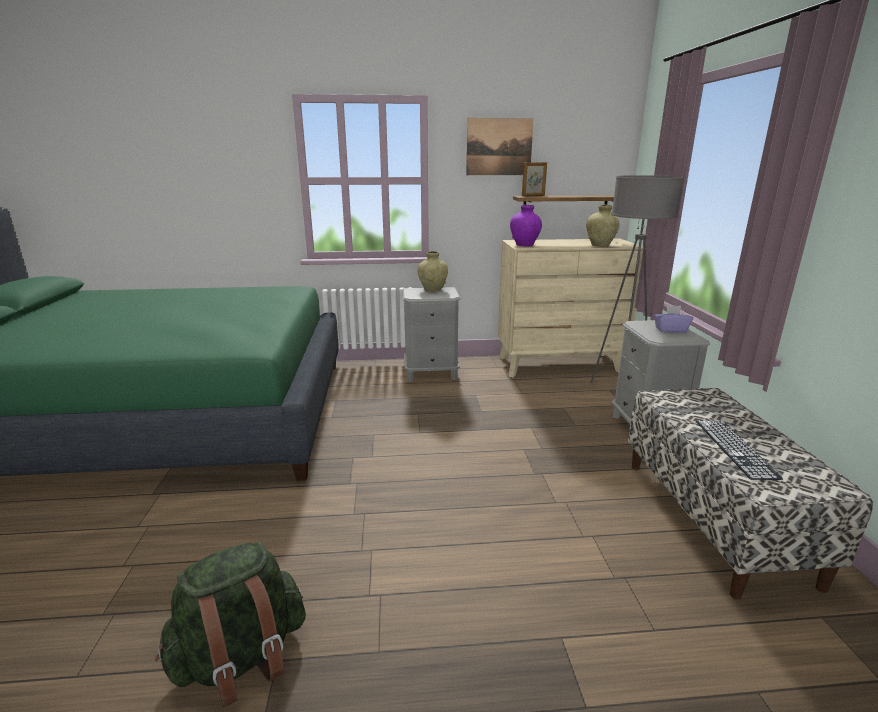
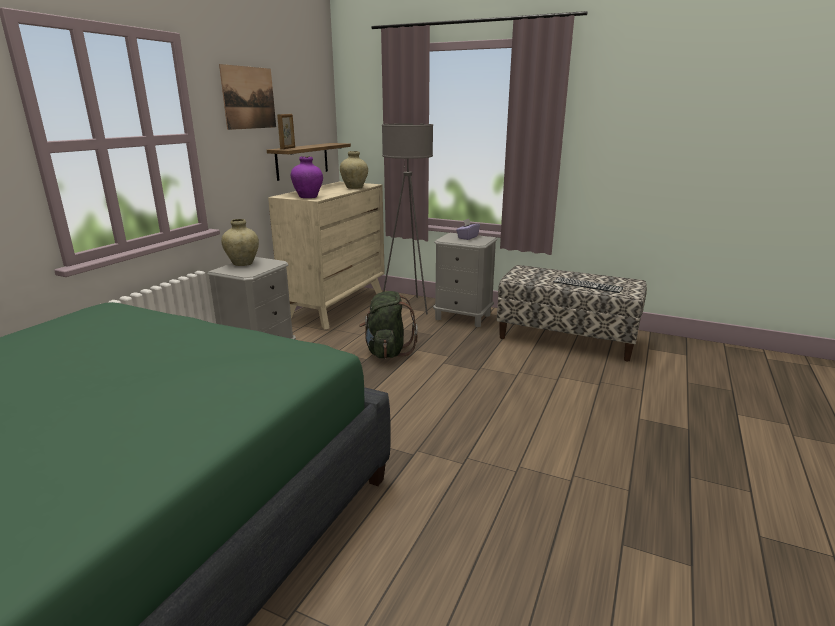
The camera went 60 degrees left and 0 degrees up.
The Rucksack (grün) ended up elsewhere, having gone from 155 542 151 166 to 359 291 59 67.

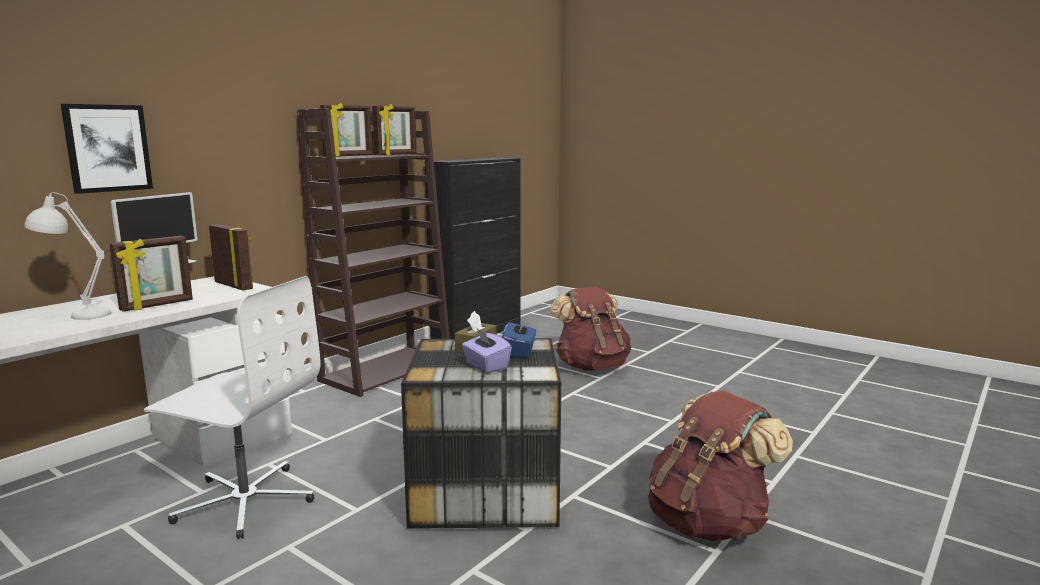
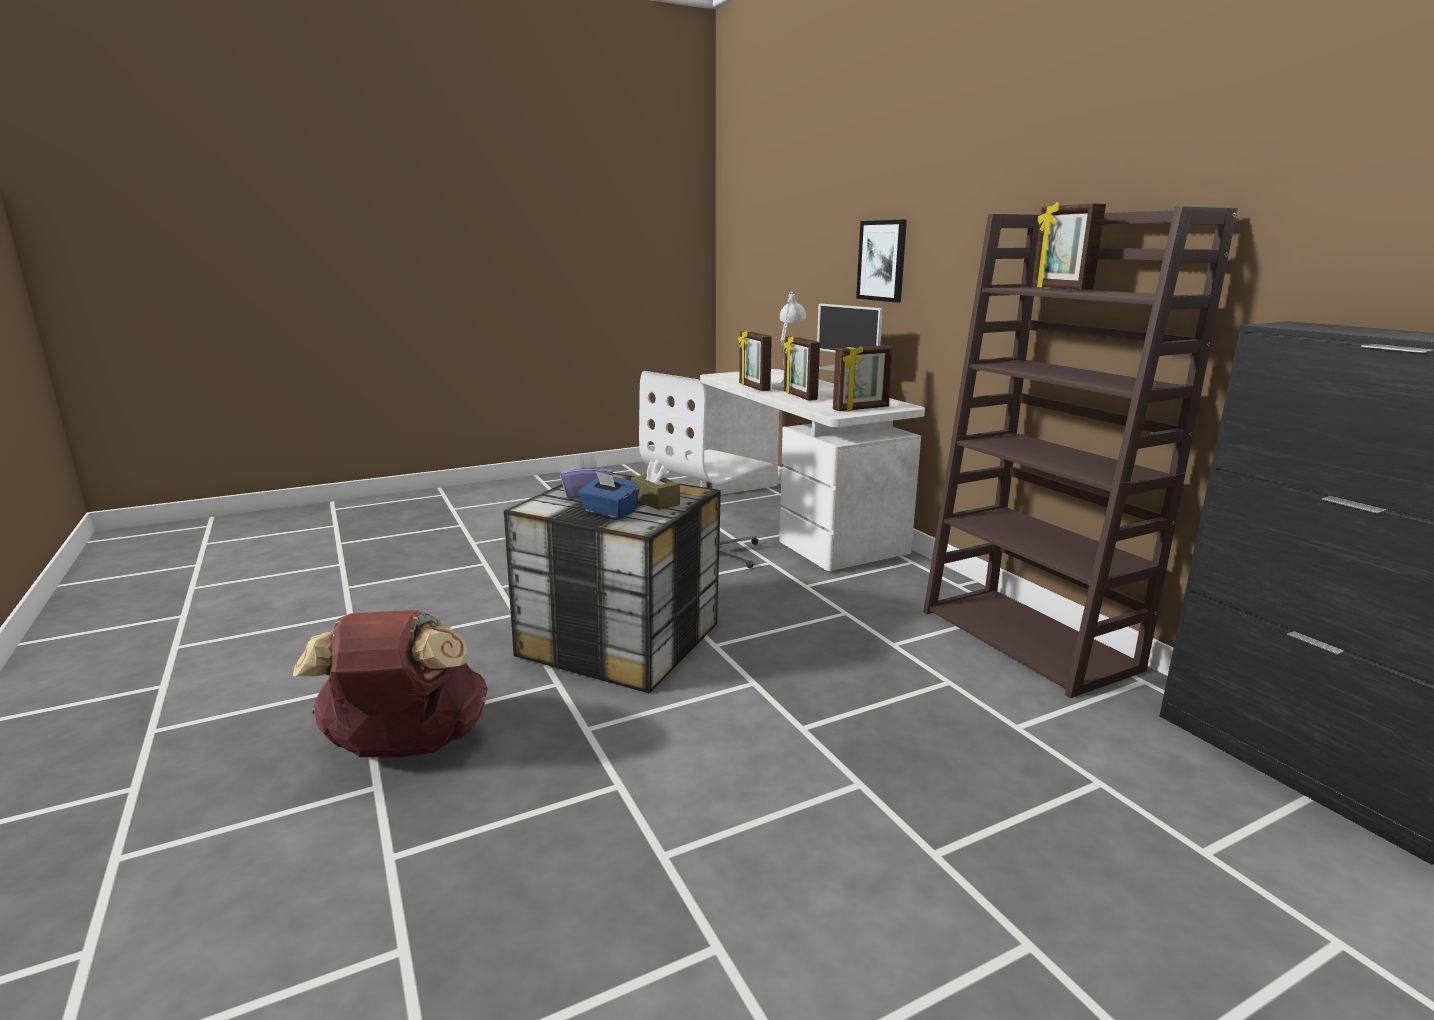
The camera went 115 degrees right and 5 degrees up.
The Bilderrahmen ended up elsewhere, having gone from 372 104 45 52 to 738 331 34 60.
The second view lost the Rucksack (braun) at 550 287 81 84.

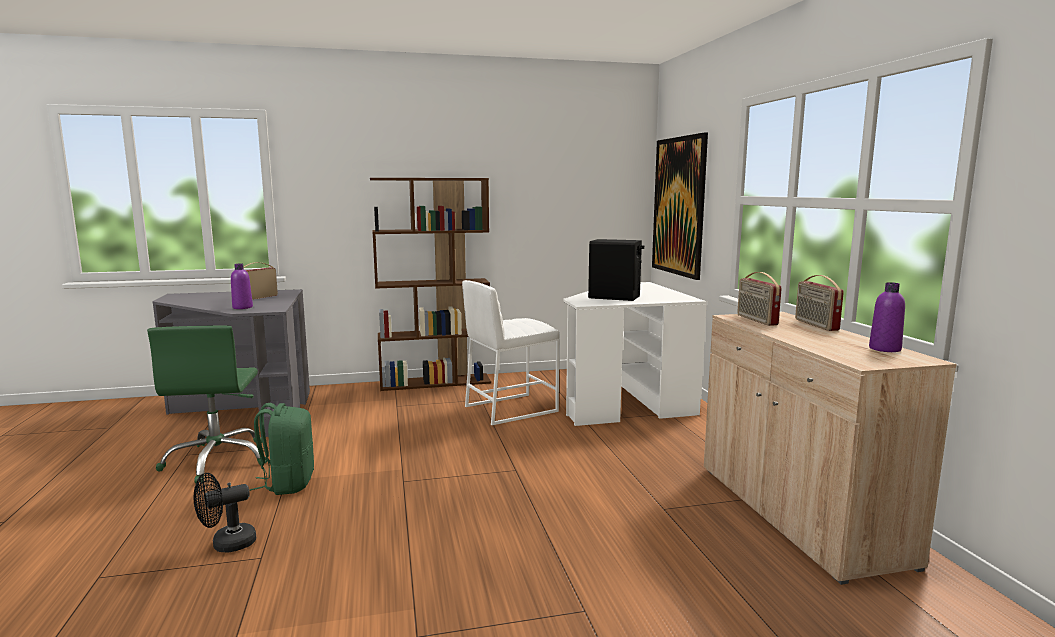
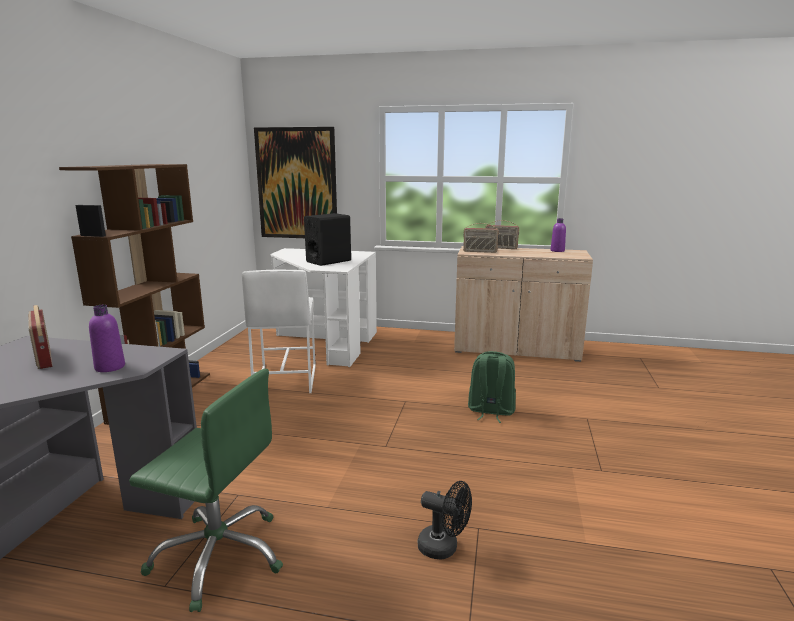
The camera went 65 degrees left and 5 degrees up.
The Ventilator (schwarz) at 193 473 63 79 ended up facing another way, 60 degrees counterclockwise from before.
The Rucksack (grün) ended up elsewhere, having gone from 249 403 65 92 to 468 351 48 72.

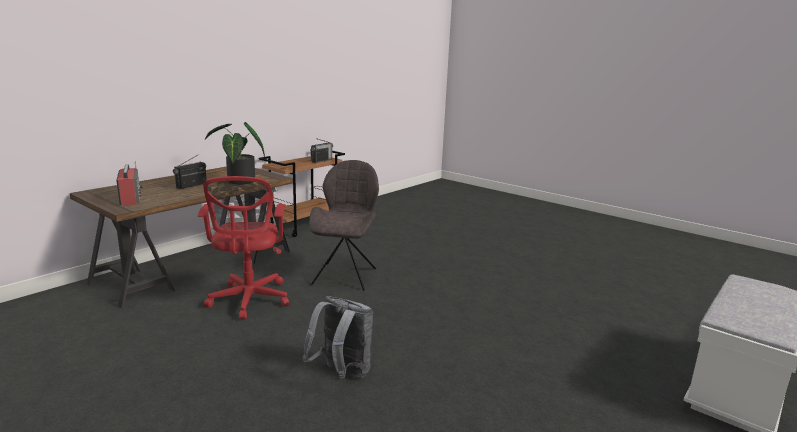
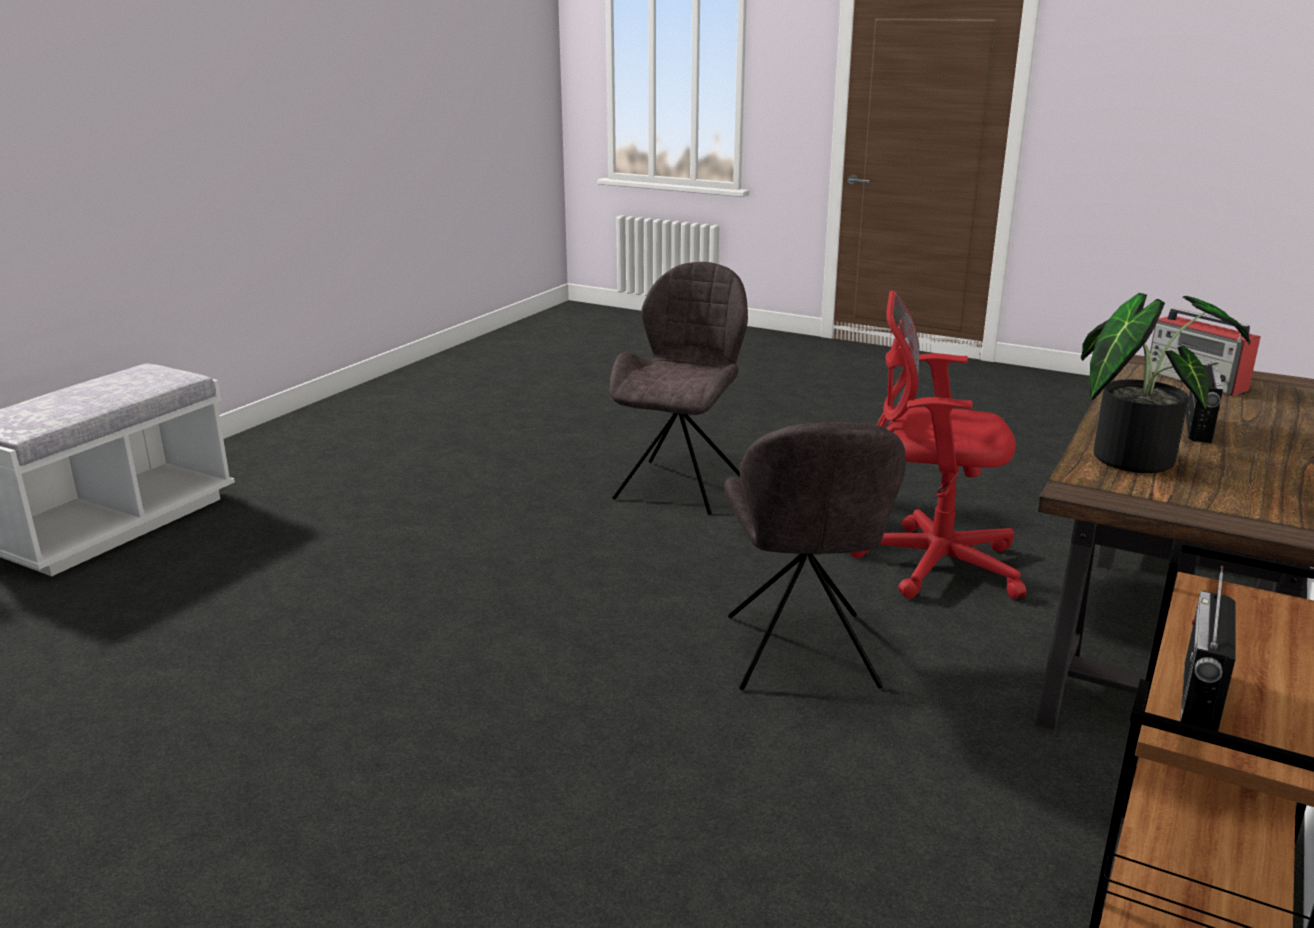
The camera went 170 degrees right and 5 degrees up.
The Bürostuhl (rot) at 198 176 91 144 ended up facing another way, 60 degrees counterclockwise from before.
Where the Rucksack (grau) stood at 302 296 71 83, the Stuhl (grau) came to stand at 609 262 139 253.

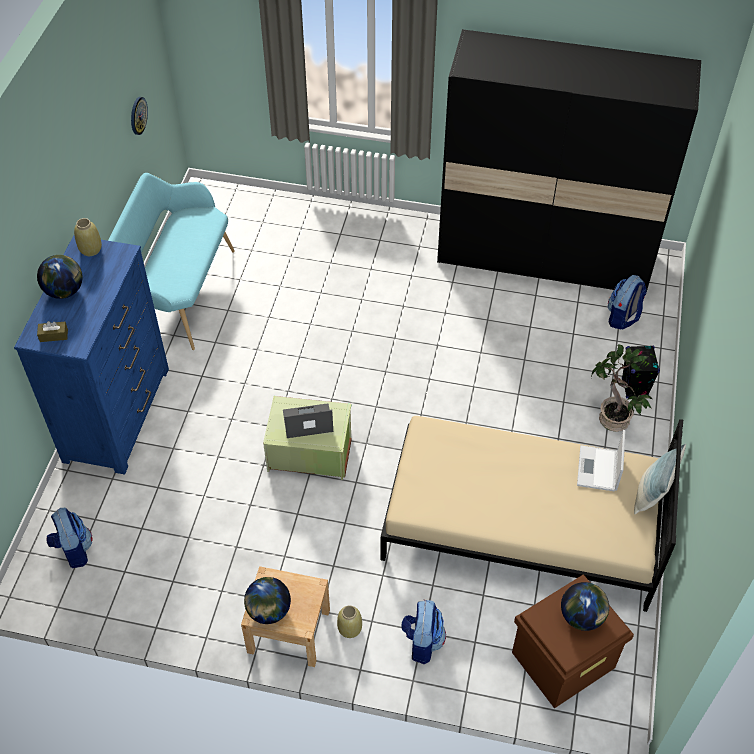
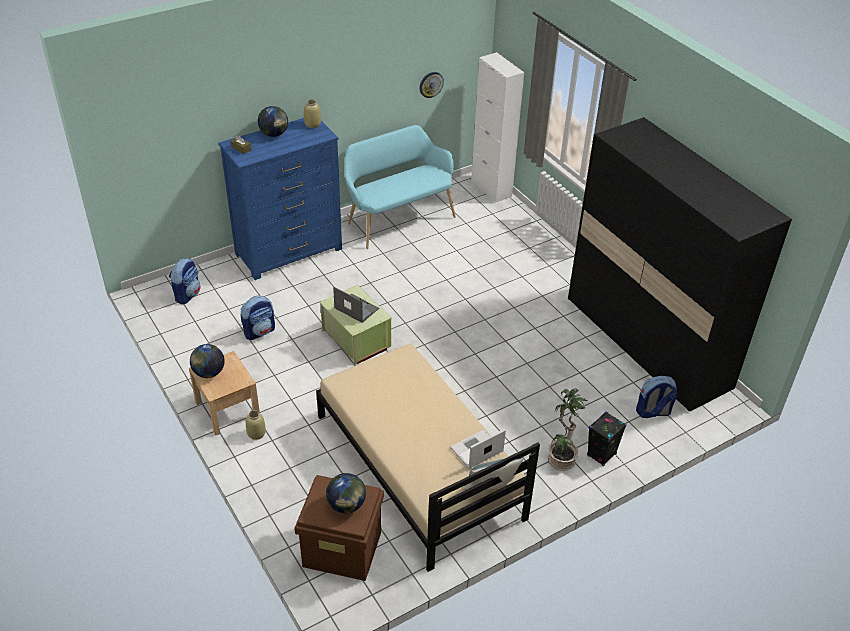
The camera went 45 degrees right and 10 degrees down.
The Rucksack ended up elsewhere, having gone from 401 600 45 64 to 241 296 34 44.
The second view gained the Schrank (weiß) at 471 52 53 150.

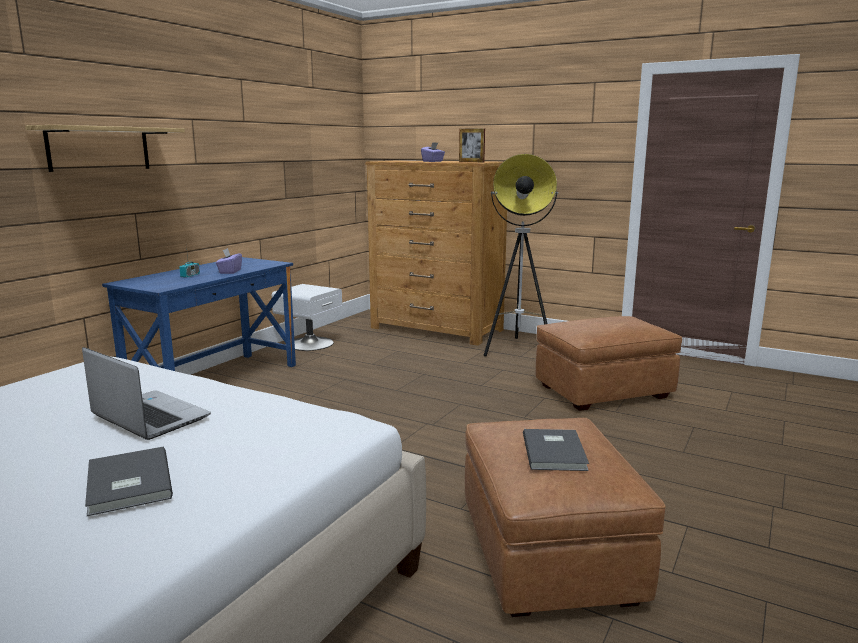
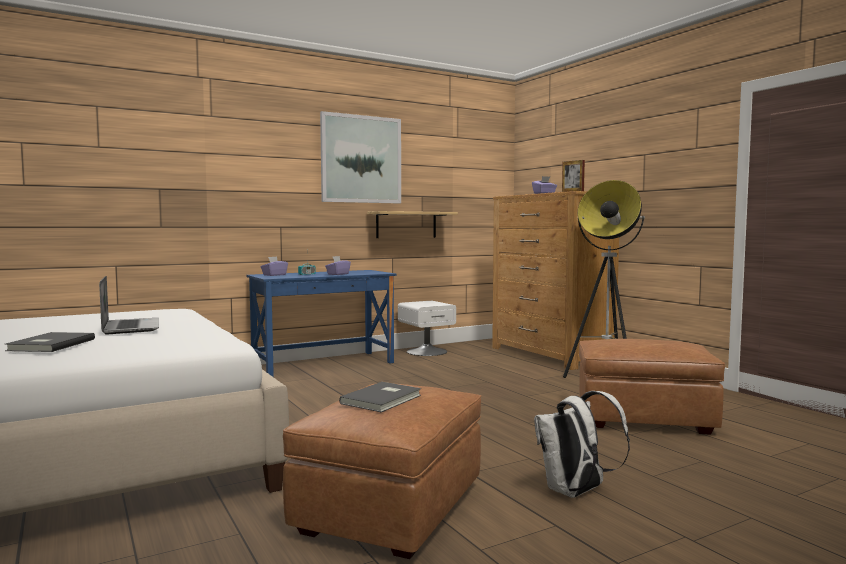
The camera went 30 degrees right and 10 degrees down.
The Wandregal ended up elsewhere, having gone from 25 125 160 47 to 367 211 91 27.
The second view gained the Taschentuchbox (lila) at 261 256 27 20.
The second view gained the Bild at 320 111 81 93.
The second view gained the Rucksack (weiß) at 534 391 96 107.

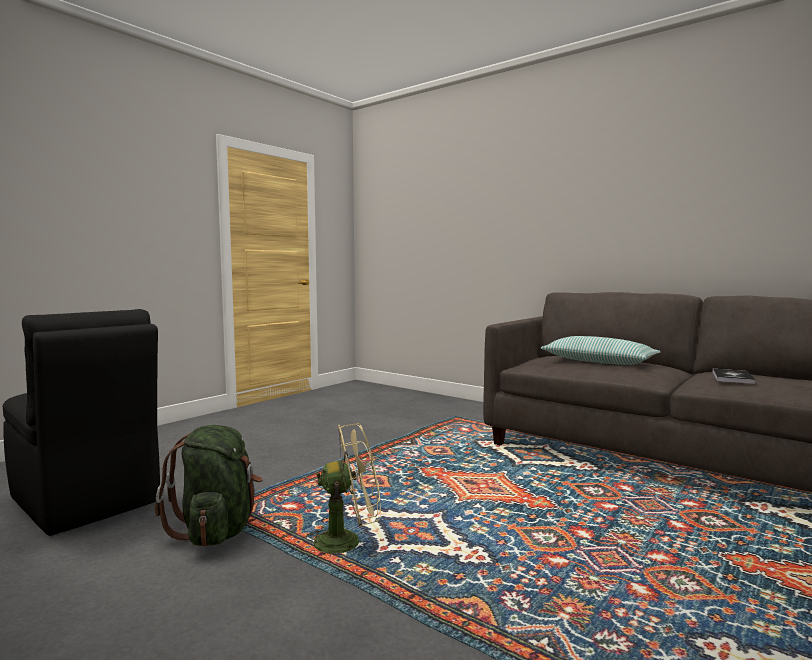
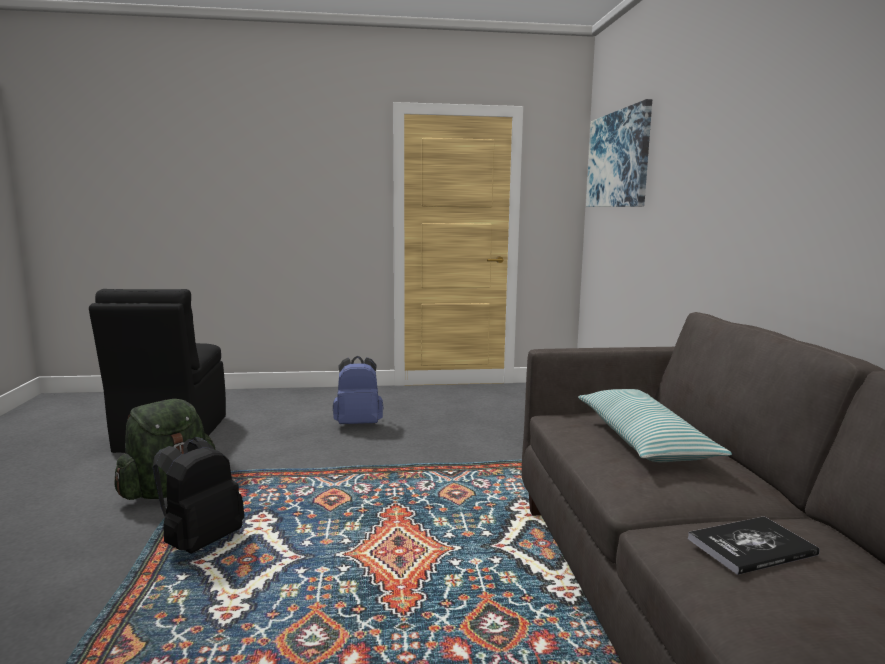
The camera went 45 degrees right and 5 degrees up.
Where the Ventilator (beige) stood at 306 423 75 132, the Rucksack (schwarz) came to stand at 153 437 92 117.
The second view gained the Rucksack (blau) at 333 356 51 68.
The second view gained the Bild at 586 99 66 108.

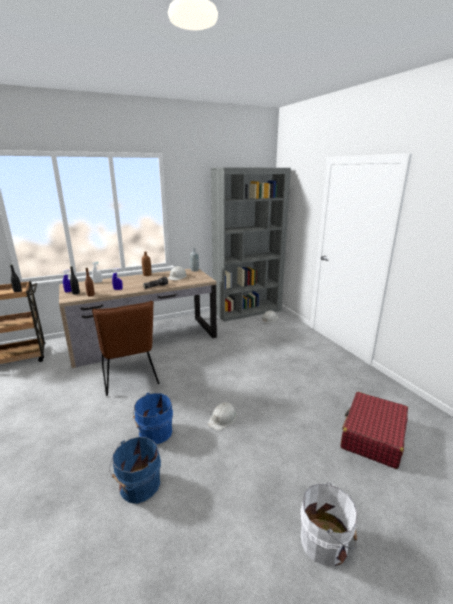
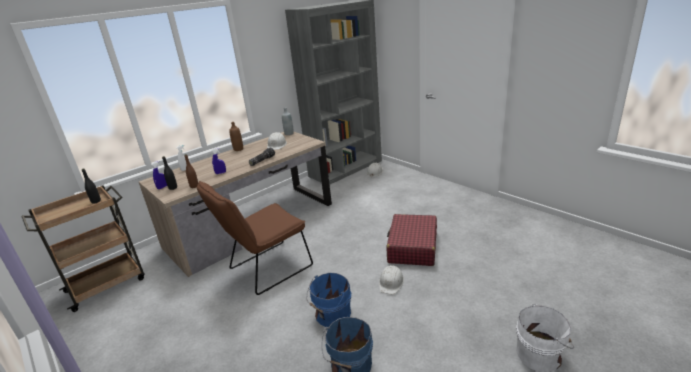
The camera went 15 degrees left and 5 degrees up.
The Stuhl (braun) at 92 301 67 95 ended up facing another way, 90 degrees clockwise from before.
The Koffer (rot) ended up elsewhere, having gone from 341 392 67 77 to 386 214 51 52.

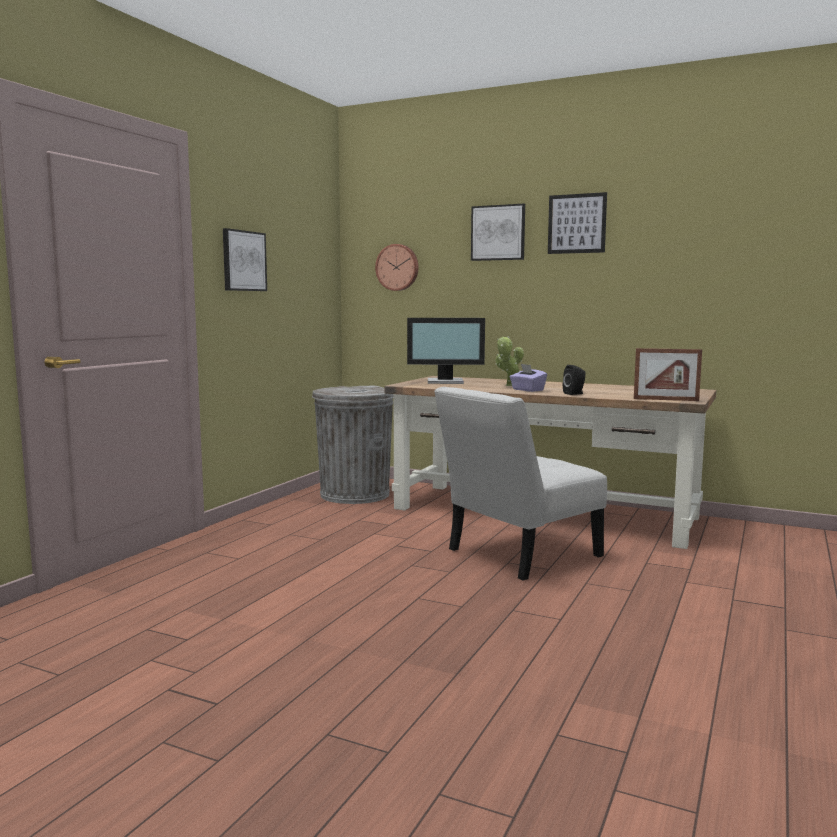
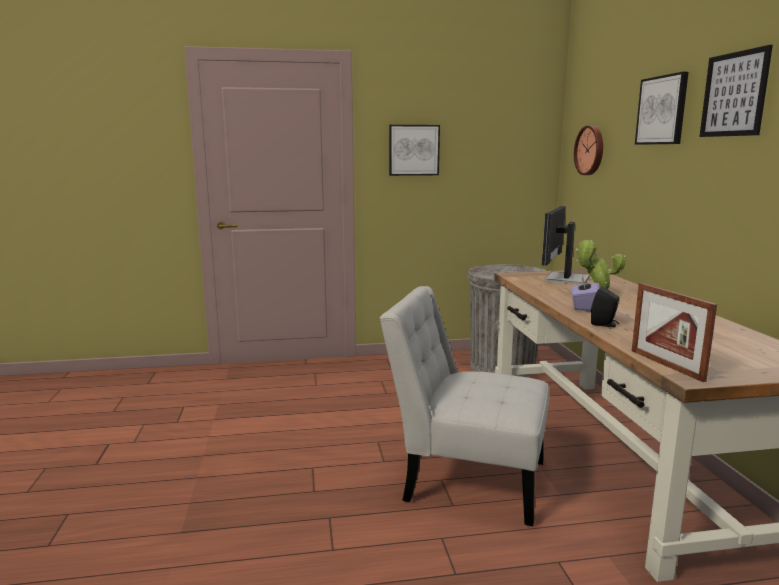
The camera went 55 degrees right and 5 degrees up.
The Monitor at 407 318 78 66 ended up facing another way, 60 degrees clockwise from before.

